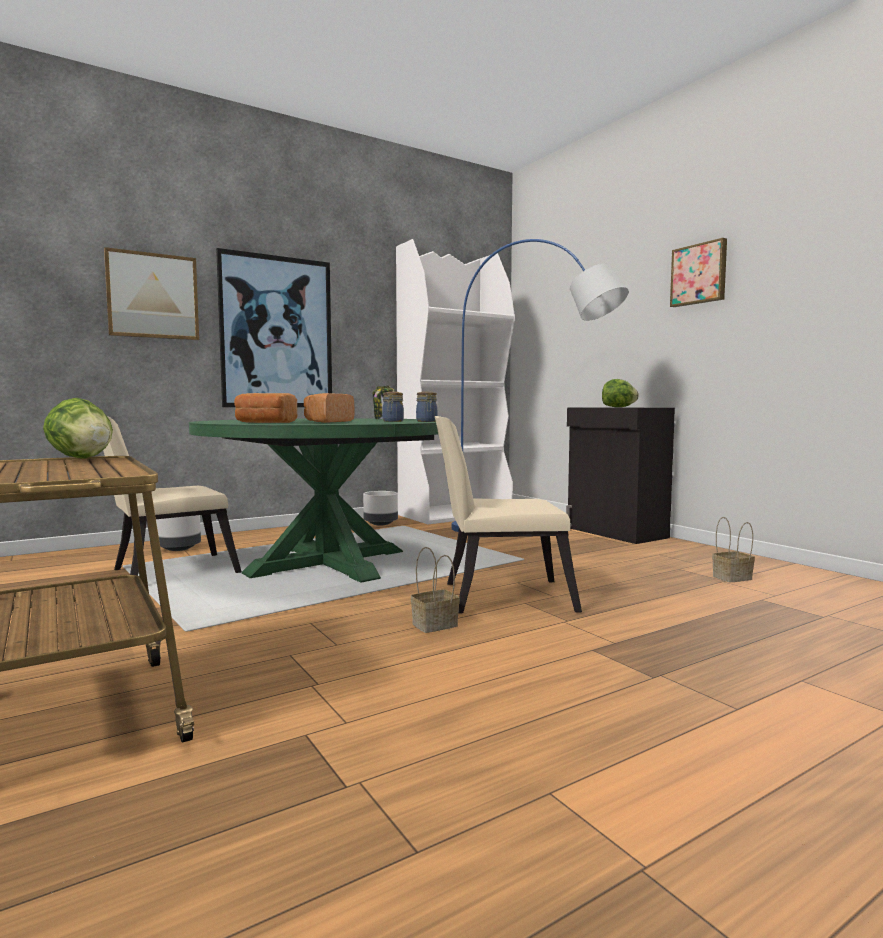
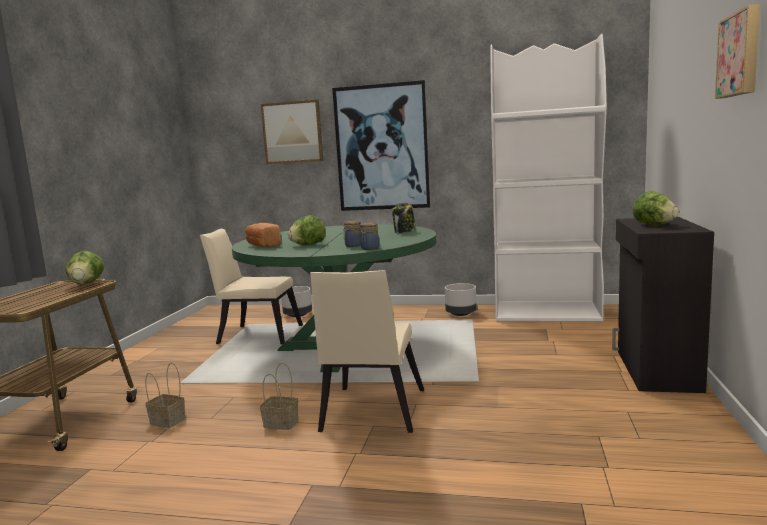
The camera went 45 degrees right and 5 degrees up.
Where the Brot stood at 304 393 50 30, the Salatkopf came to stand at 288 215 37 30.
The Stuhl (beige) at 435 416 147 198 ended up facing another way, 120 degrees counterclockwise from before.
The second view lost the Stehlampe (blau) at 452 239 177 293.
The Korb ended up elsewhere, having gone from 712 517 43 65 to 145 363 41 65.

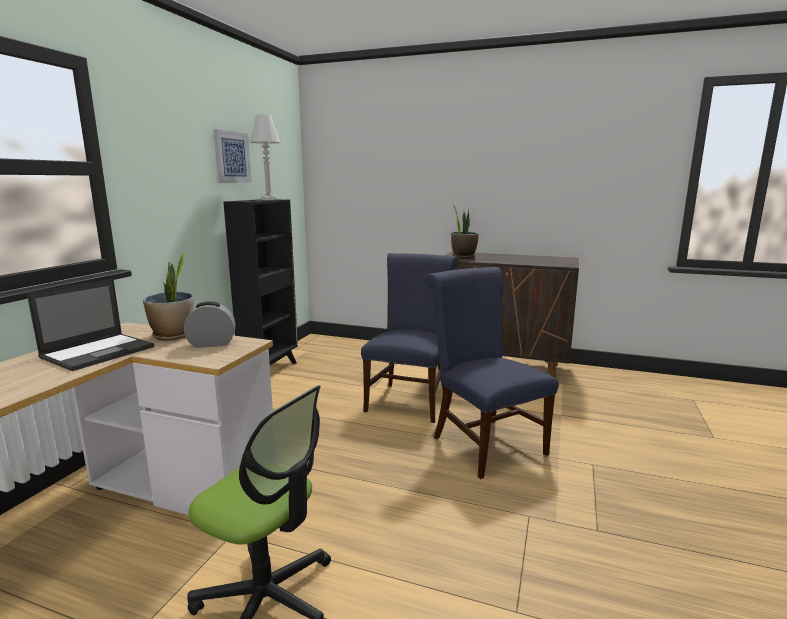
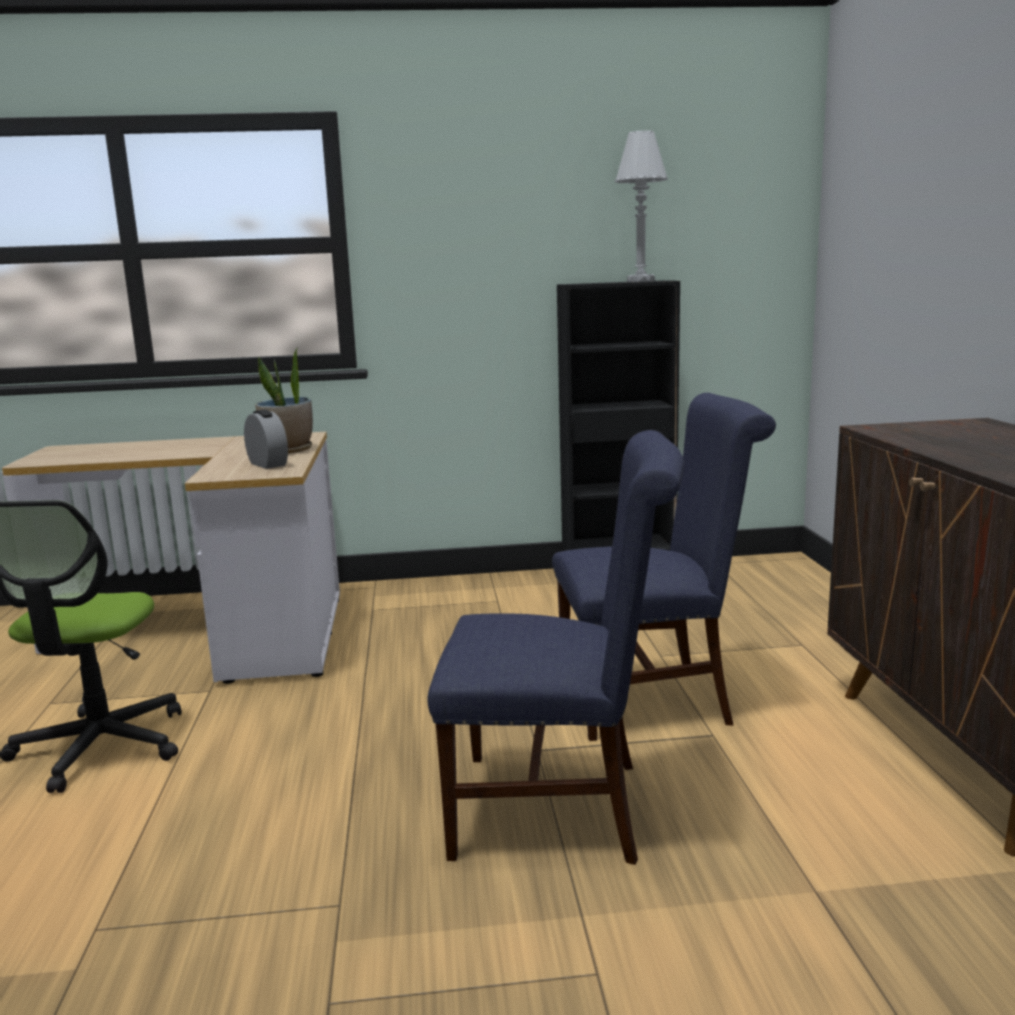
The camera went 65 degrees right and 0 degrees up.
The second view lost the Laptop at 27 279 127 92.
The second view lost the Bild at 213 129 39 54.
The Stuhl (blau) at 424 267 135 212 ended up facing another way, 60 degrees clockwise from before.
The second view lost the Topfpflanze at 451 207 28 52.

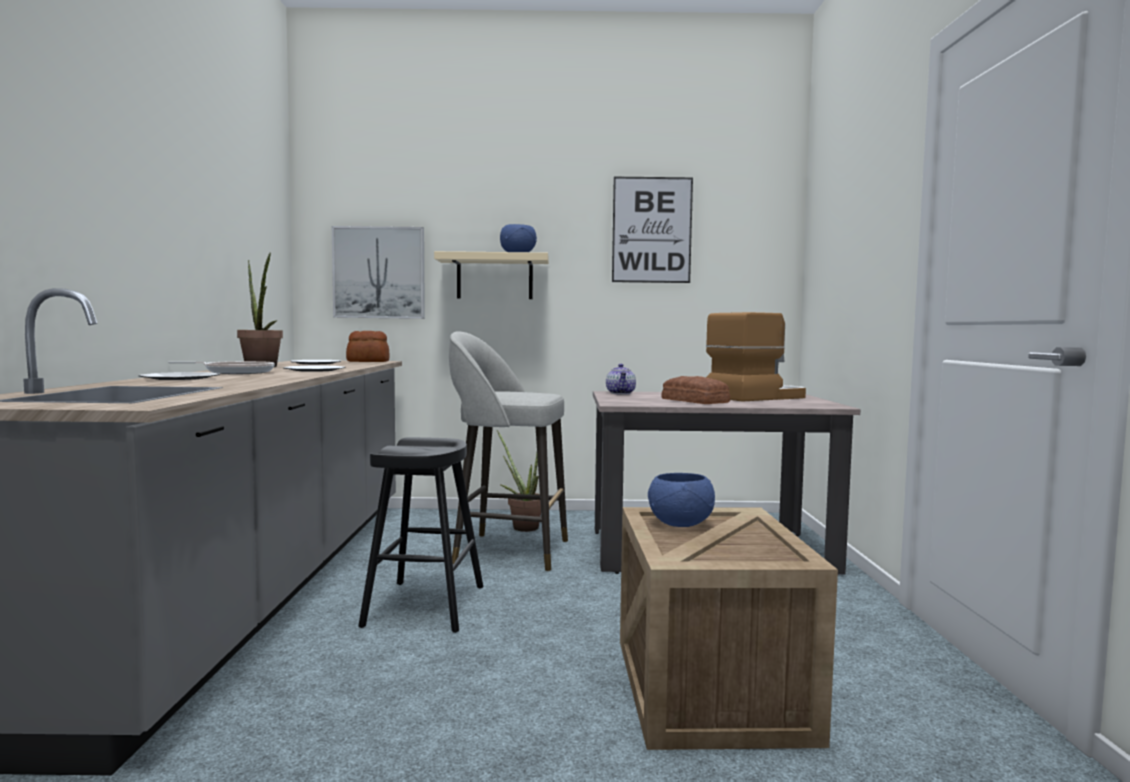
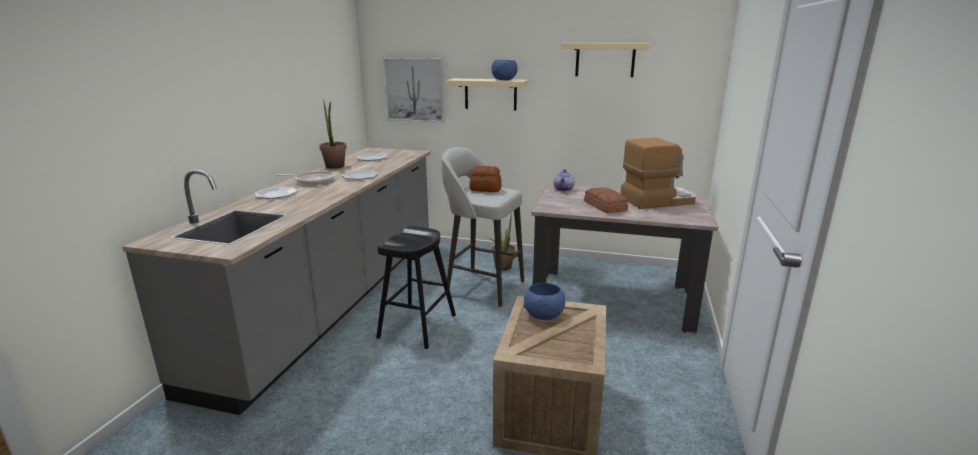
The camera went 15 degrees right and 15 degrees up.
The Brot ended up elsewhere, having gone from 346 331 44 31 to 470 166 32 26.
Where the Bild hung at 612 177 81 106, the Wandregal (beige) came to hang at 561 43 89 34.

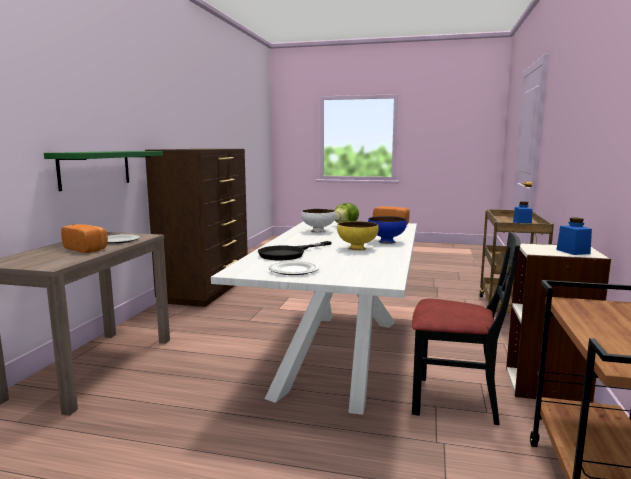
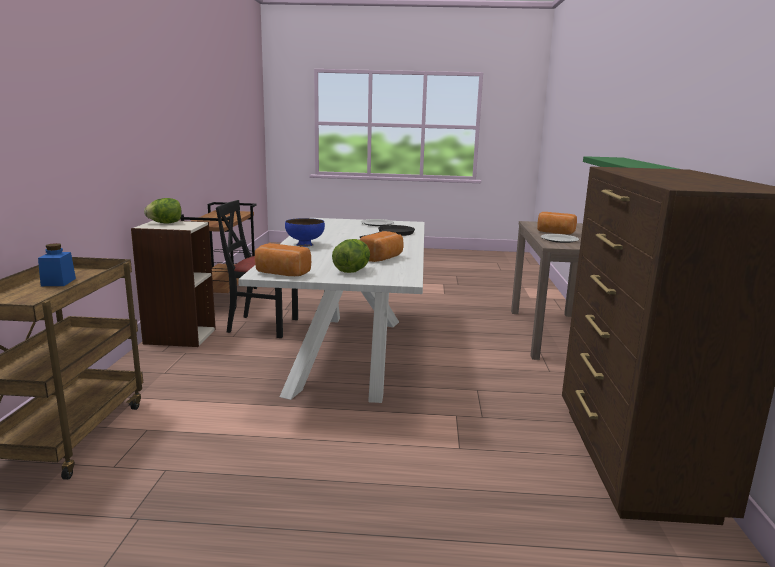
The camera went 170 degrees right and 5 degrees up.
Where the Schüssel (weiß) stood at 301 209 35 24, the Brot came to stand at 360 231 43 31.
The second view lost the Schüssel (gelb) at 337 221 42 30.
Where the Vorratsglas (blau) stood at 556 218 36 37, the Salatkopf came to stand at 144 198 37 26.

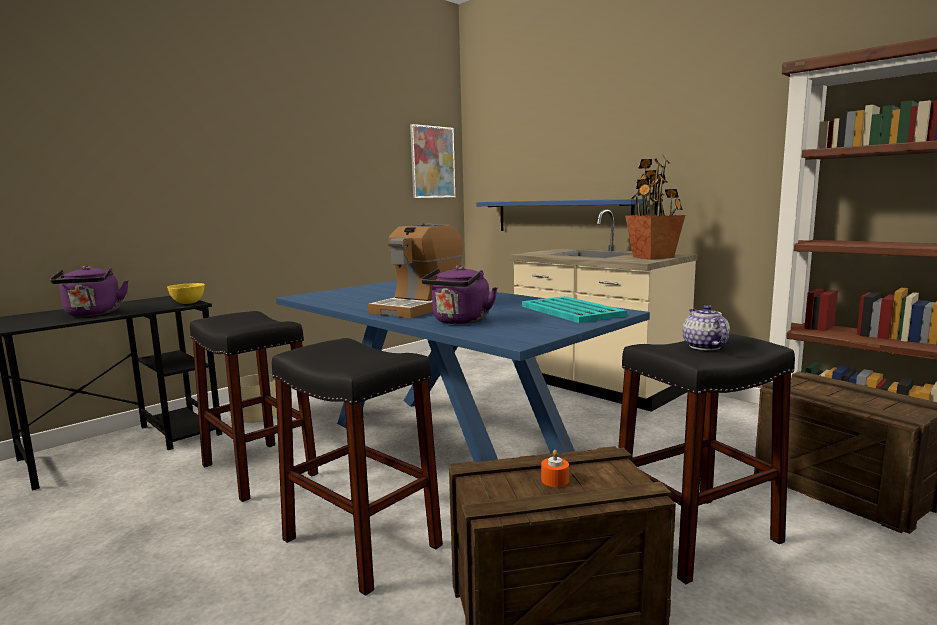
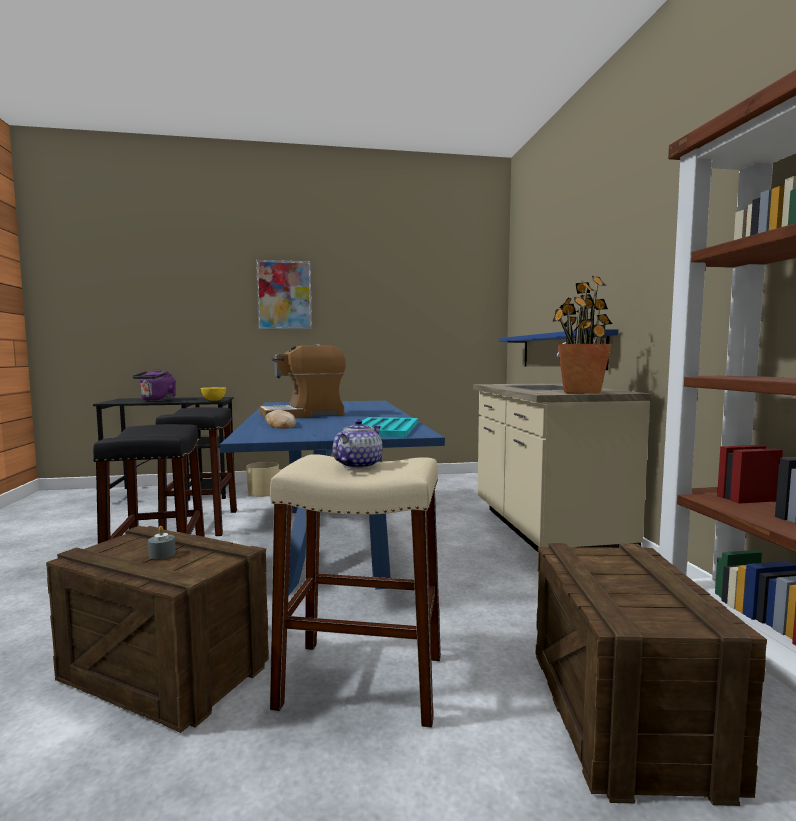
The camera went 35 degrees right and 5 degrees down.
The Bild ended up elsewhere, having gone from 410 124 45 74 to 256 260 56 70.
Where the Wasserkessel (lila) stood at 421 265 77 59, the Brot came to stand at 265 409 31 20.
What was the Kerze (orange) at 541 450 28 37 turned into the Kerze (grau) at 148 526 28 33.
What was the Hocker (schwarz) at 618 333 177 251 turned into the Hocker (beige) at 270 454 171 274.

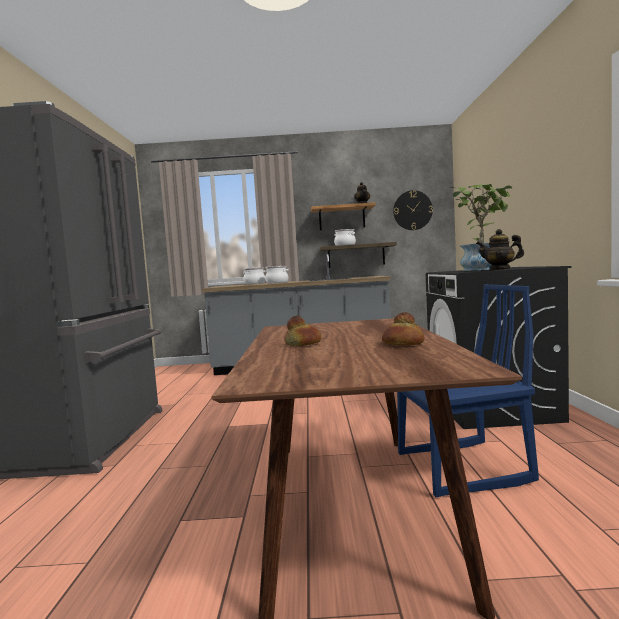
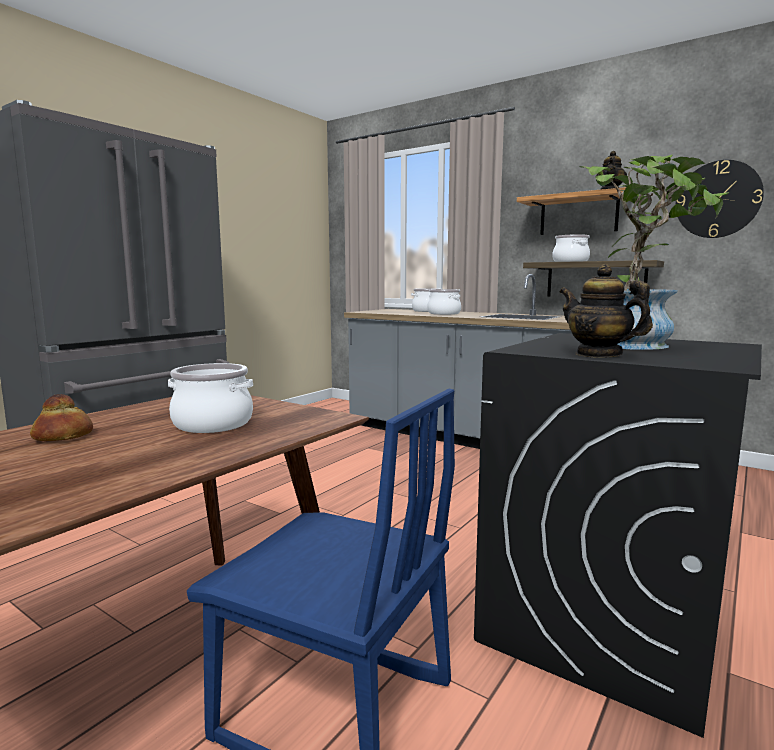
The camera went 35 degrees right and 5 degrees up.
The second view lost the Brot at 382 312 42 34.
The second view gained the Kochtopf at 168 363 85 70.

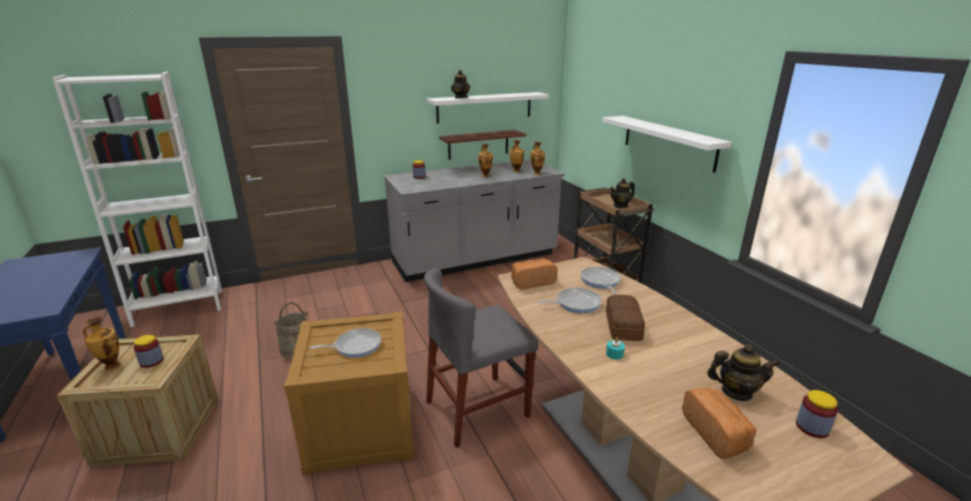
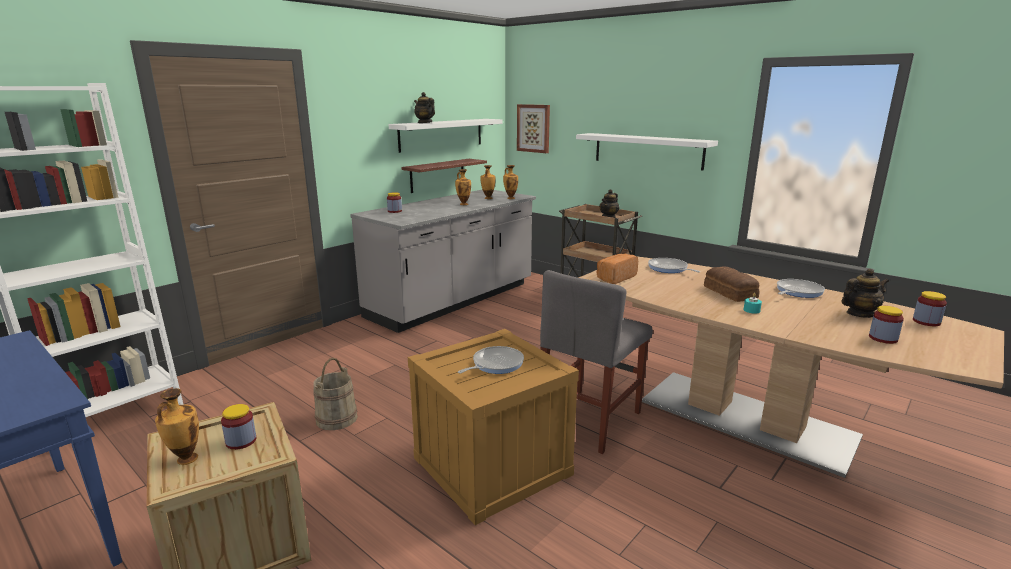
The camera went 25 degrees left and 5 degrees down.
The Pfanne ended up elsewhere, having gone from 537 288 65 25 to 777 279 48 19.
Where the Brot stood at 682 388 74 71, the Vorratsglas came to stand at 869 306 35 38.
The second view gained the Bild at 517 104 33 49.

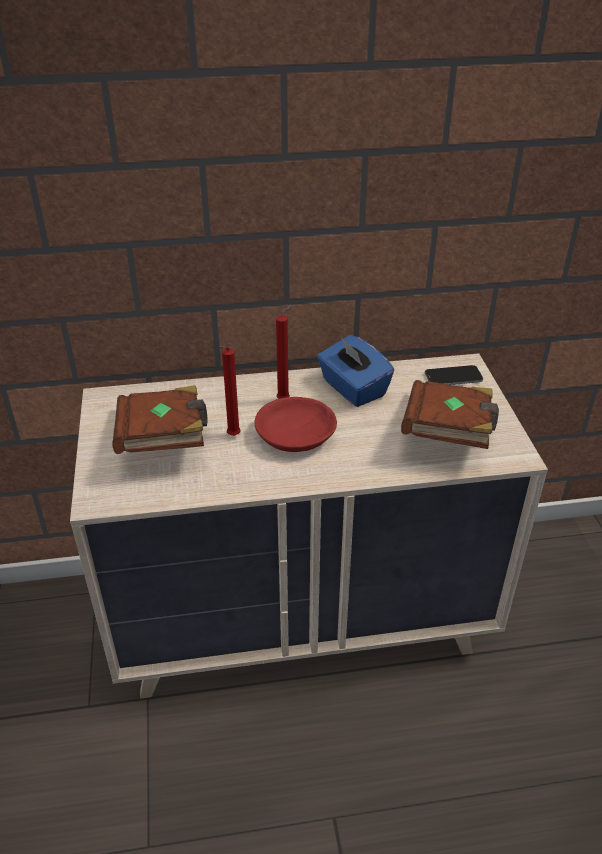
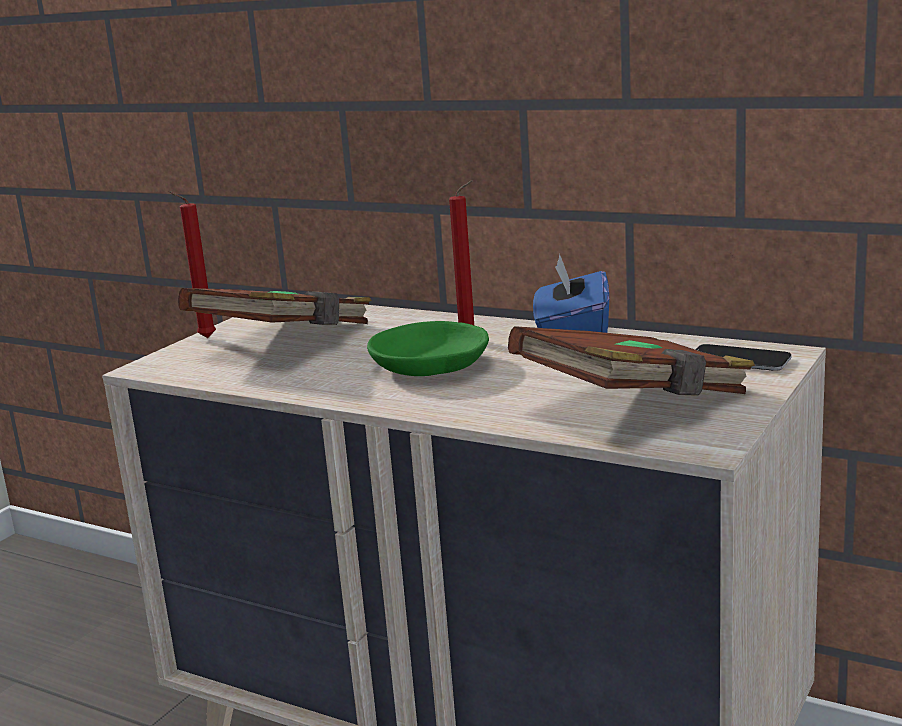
The camera went 40 degrees right and 20 degrees down.
The Kerze (rot) ended up elsewhere, having gone from 219 346 22 90 to 169 191 47 147.
What was the Schüssel (rot) at 254 397 83 55 turned into the Schüssel (grün) at 367 321 122 55.

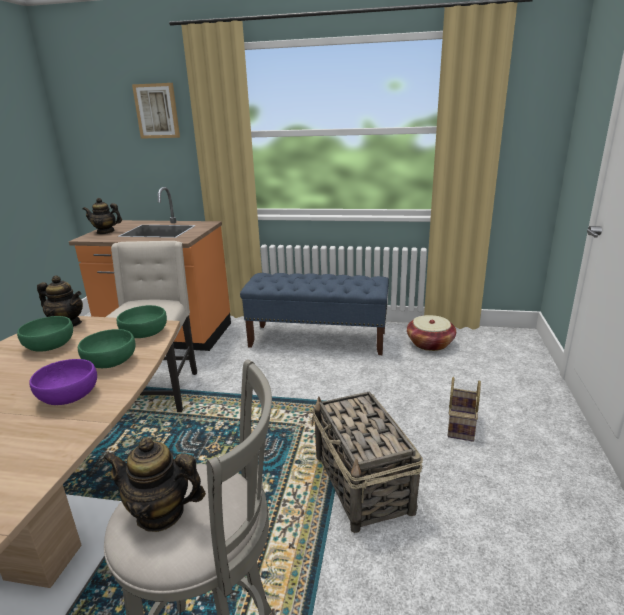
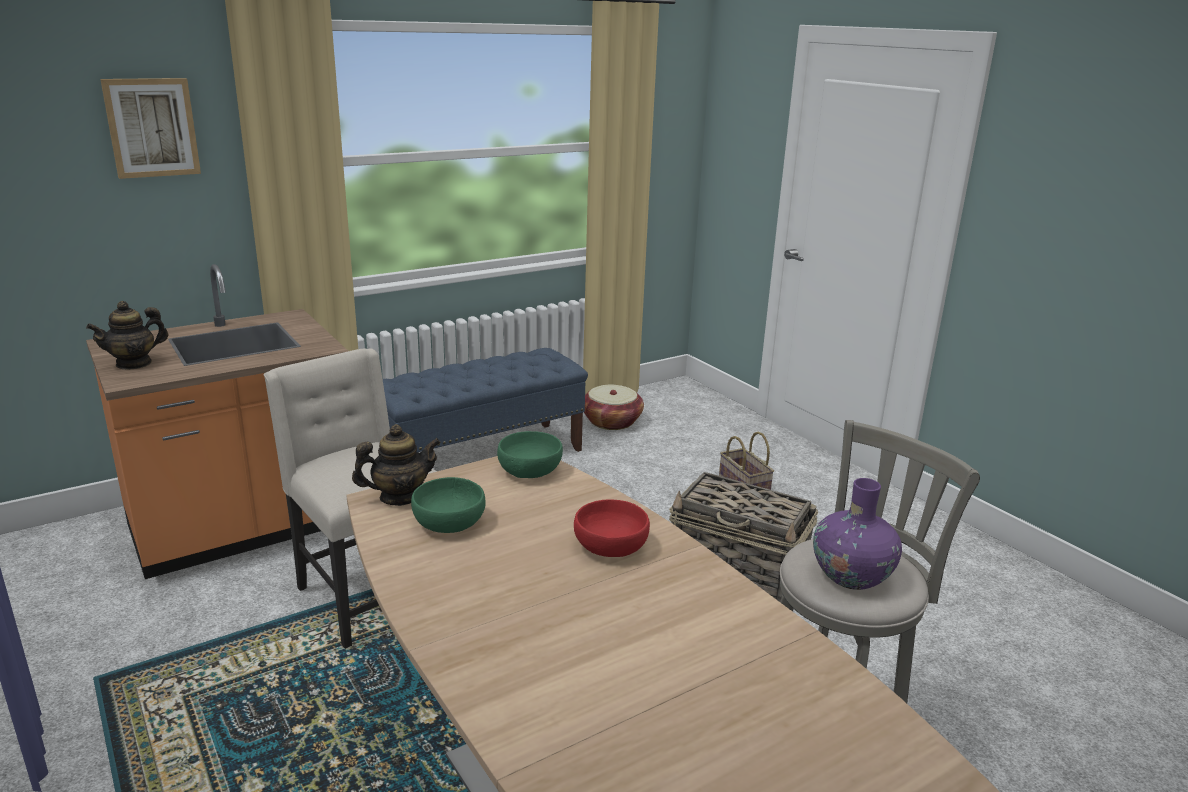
The camera went 45 degrees left and 0 degrees up.
What was the Schüssel (lila) at 29 359 68 46 turned into the Schüssel (rot) at 574 499 76 58.
The second view lost the Schüssel (grün) at 78 329 58 39.
Where the Teekanne stood at 103 437 103 95, the Vase (lila) came to stand at 813 478 89 112.

